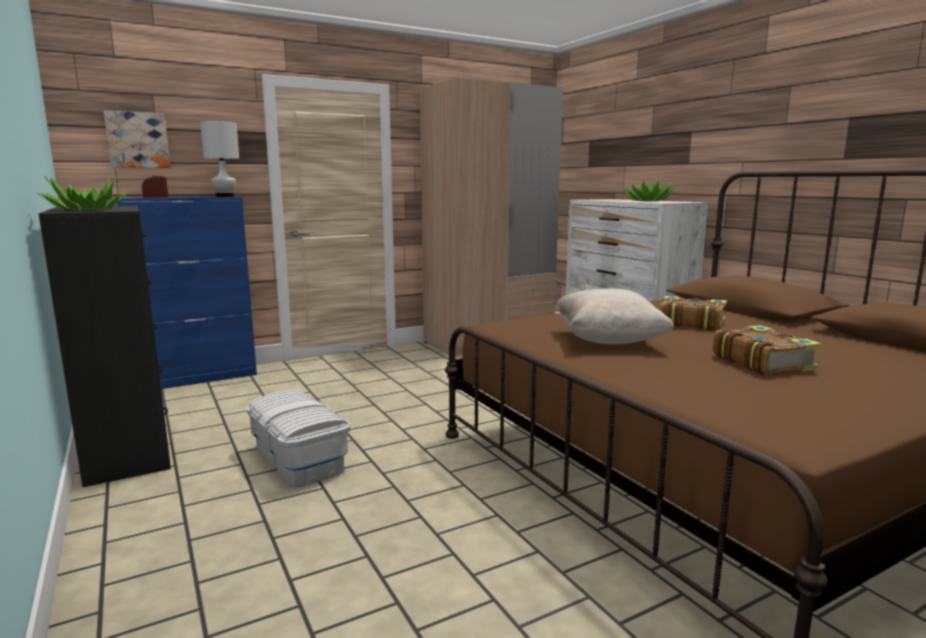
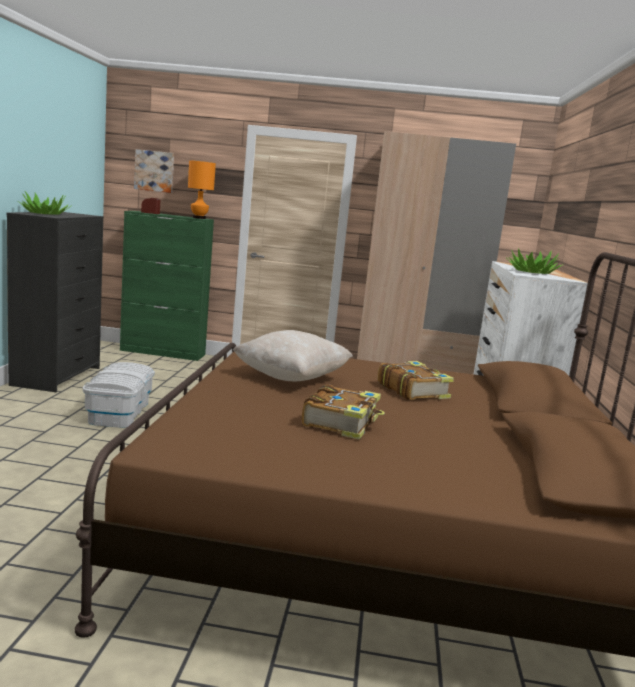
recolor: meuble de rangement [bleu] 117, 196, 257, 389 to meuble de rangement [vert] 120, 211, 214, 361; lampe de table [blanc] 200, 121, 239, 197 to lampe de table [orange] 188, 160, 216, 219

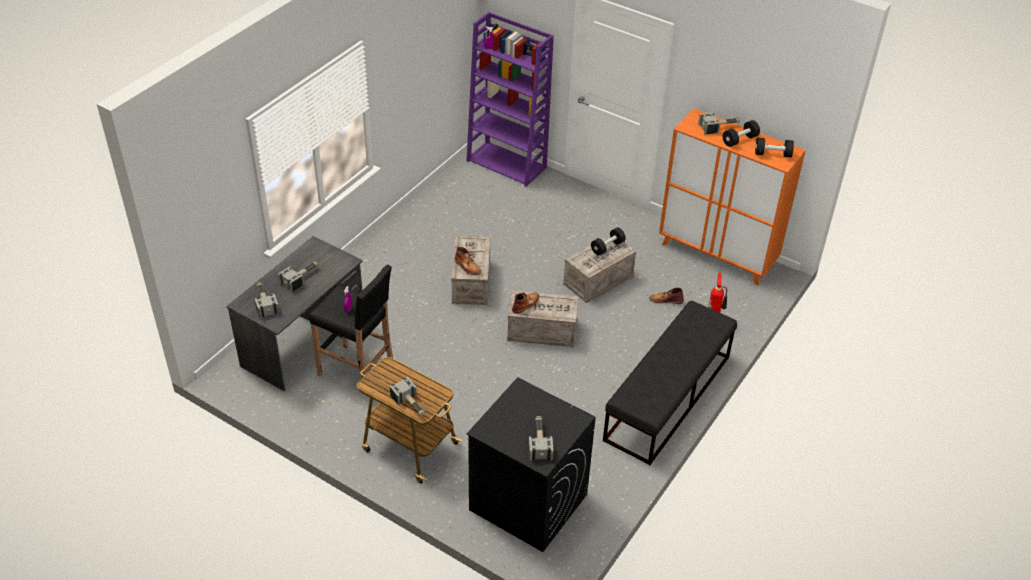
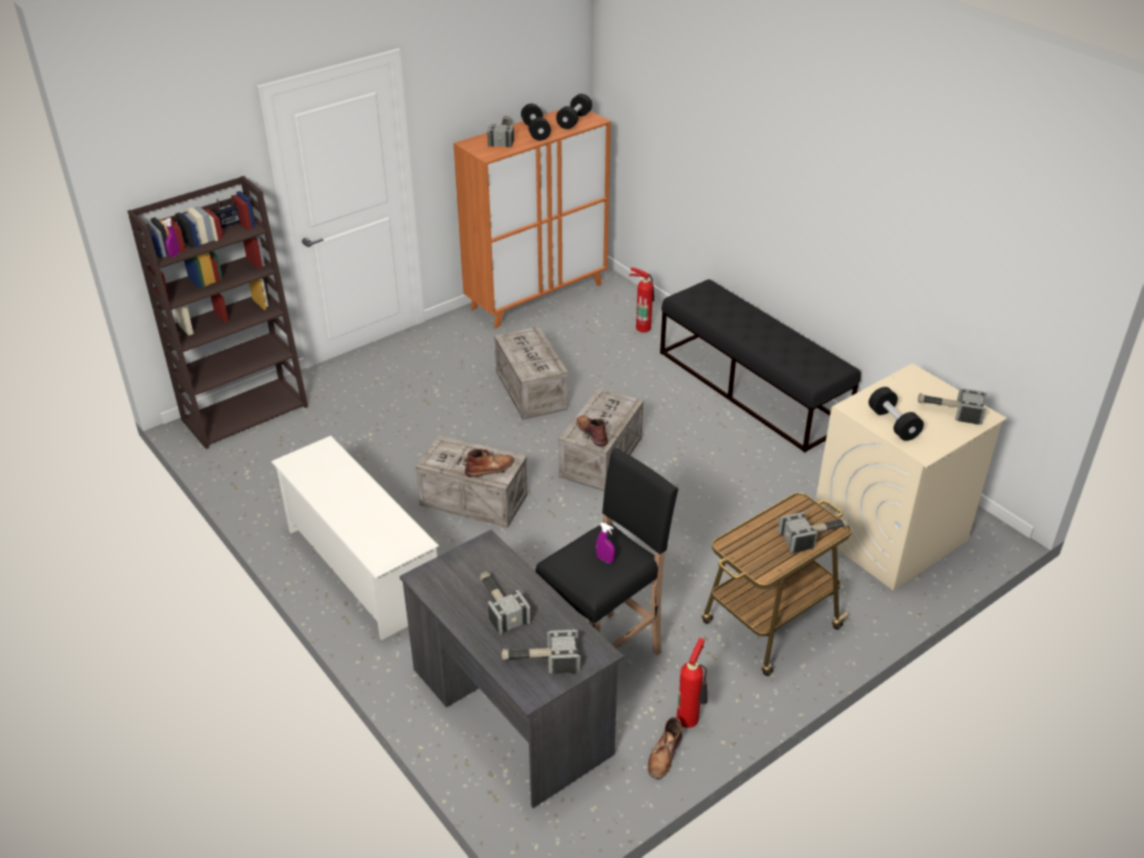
insert: étagère à chaussures [blanc] 271, 436, 439, 640; extincteur 677, 638, 708, 728
move: haltère [noir] 591, 227, 626, 255 to 869, 387, 924, 441; botte [marron] 649, 288, 684, 304 to 648, 717, 682, 779
recolor: bibliothèque [violet] 466, 12, 554, 187 to bibliothèque [marron] 127, 176, 308, 449; lave-linge [noir] 467, 377, 596, 552 to lave-linge [beige] 816, 363, 1007, 591

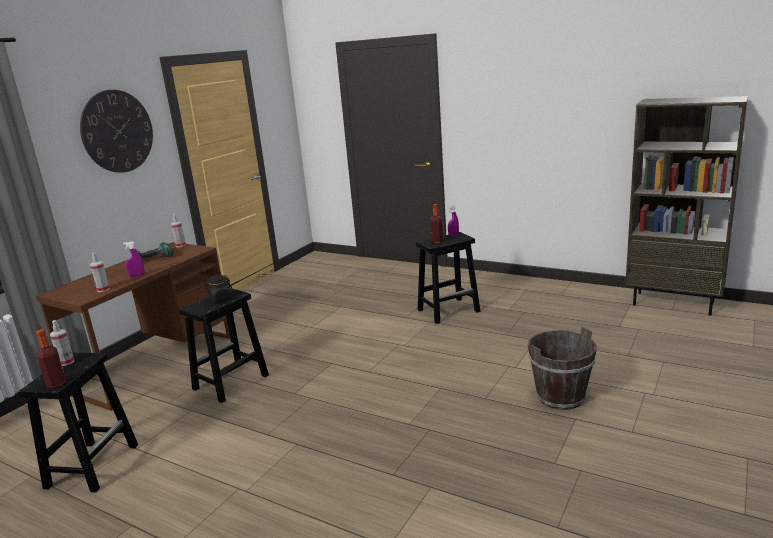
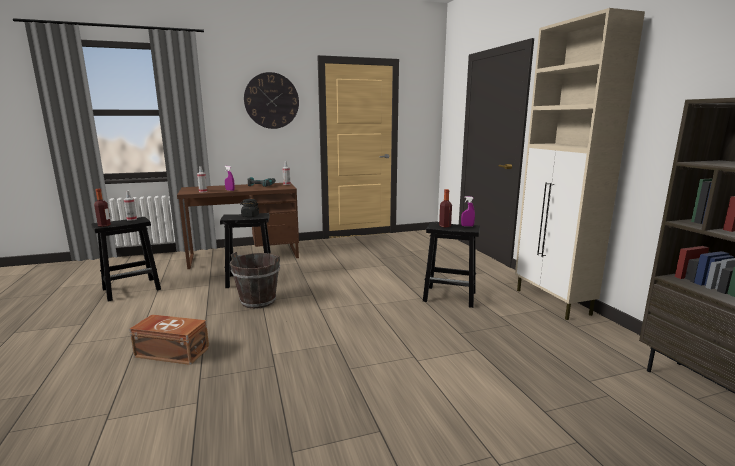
insert: boîte de rangement [marron] 129, 314, 209, 365; meuble de rangement [beige] 515, 8, 645, 320
move: seau [marron] 528, 327, 597, 410 to 230, 252, 280, 309

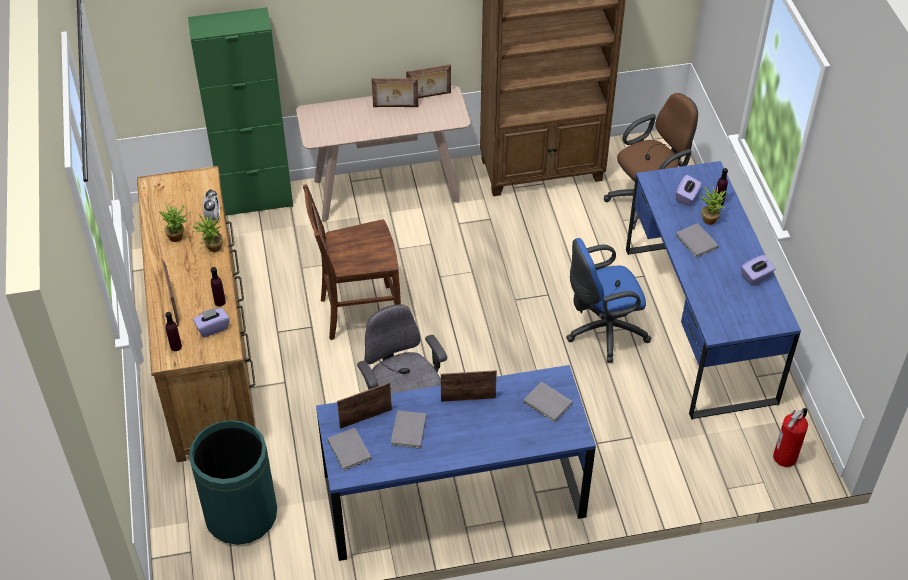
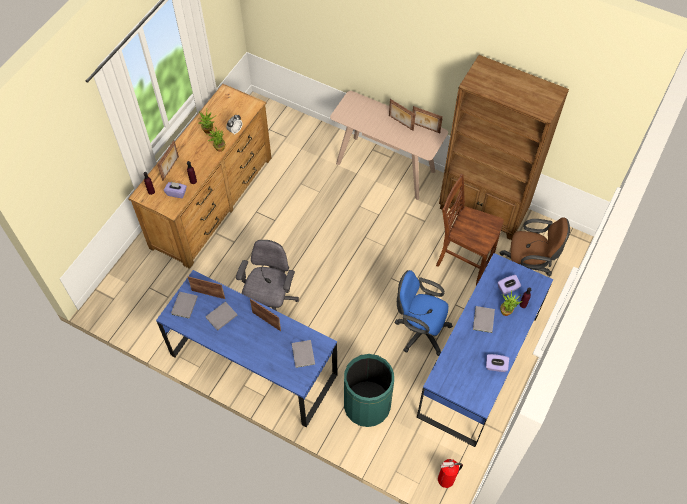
delete: meuble de rangement [vert] 188, 7, 293, 216
move: poubelle [vert] 189, 420, 277, 545 to 344, 354, 394, 427; chaise [marron] 303, 184, 401, 340 to 436, 174, 504, 286

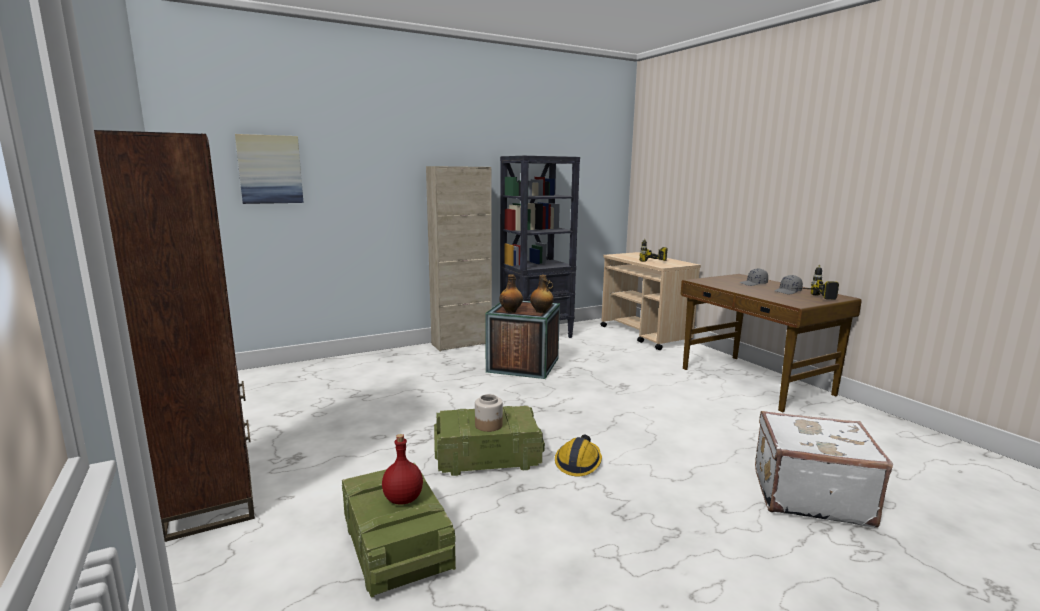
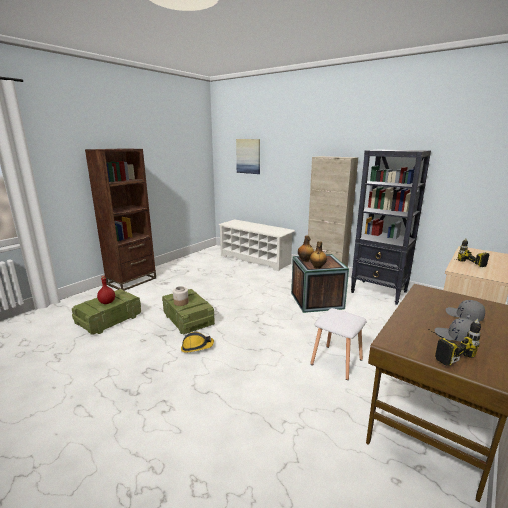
delete: valise [blanc] 755, 411, 893, 528
insert: étagère à chaussures [blanc] 219, 220, 295, 271; tabouret [blanc] 310, 308, 367, 380

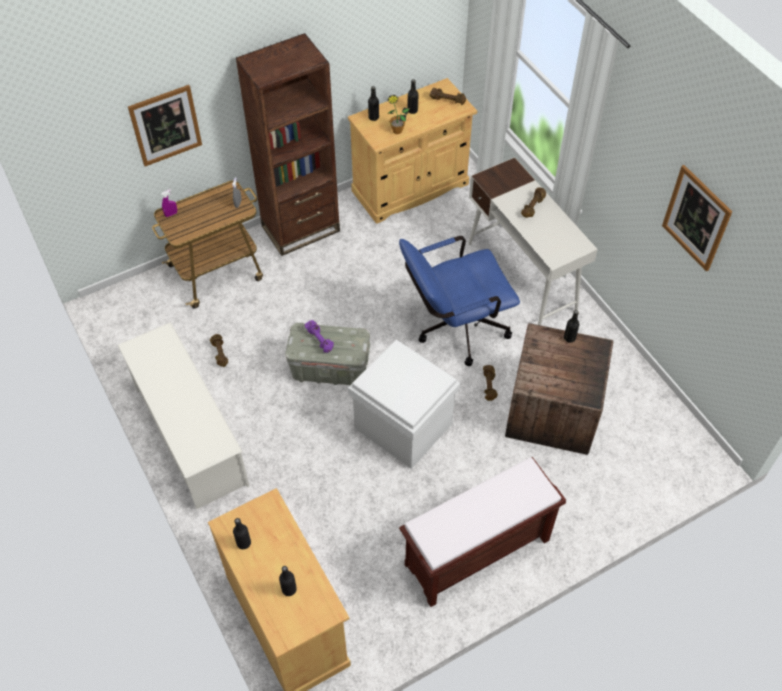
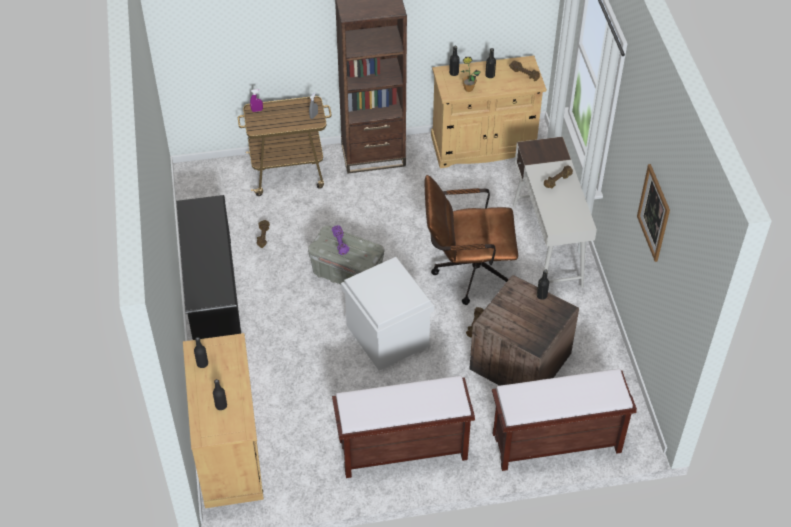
delete: tableau 128, 85, 202, 166
insert: banc [marron] 492, 369, 637, 471
recolor: étagère à chaussures [blanc] 118, 322, 249, 509 to étagère à chaussures [noir] 176, 195, 241, 340; chaise de bureau [bleu] 399, 236, 520, 366 to chaise de bureau [marron] 425, 175, 518, 305

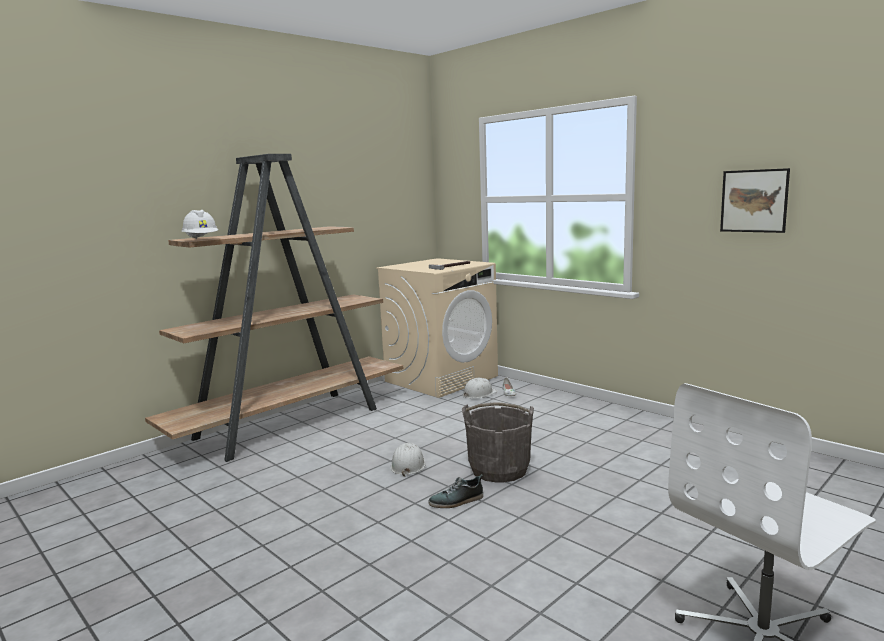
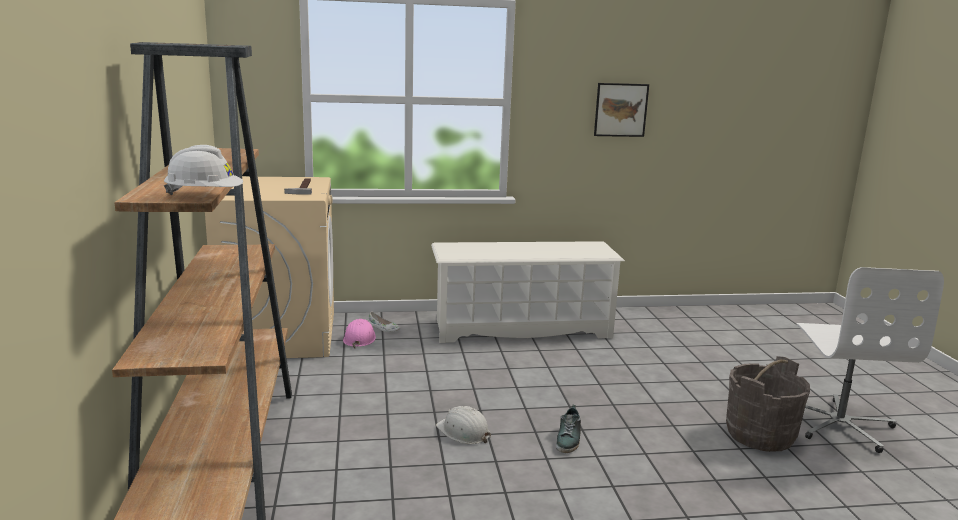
insert: étagère à chaussures [blanc] 431, 241, 625, 343
move: seau [gris] 462, 402, 534, 483 to 726, 356, 810, 452
recolor: casque de chantier [blanc] 463, 378, 498, 399 to casque de chantier [rose] 343, 319, 376, 348

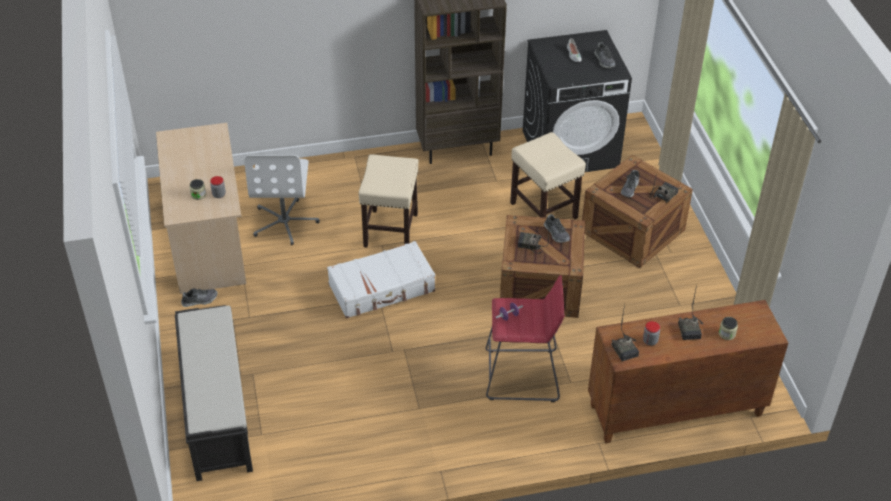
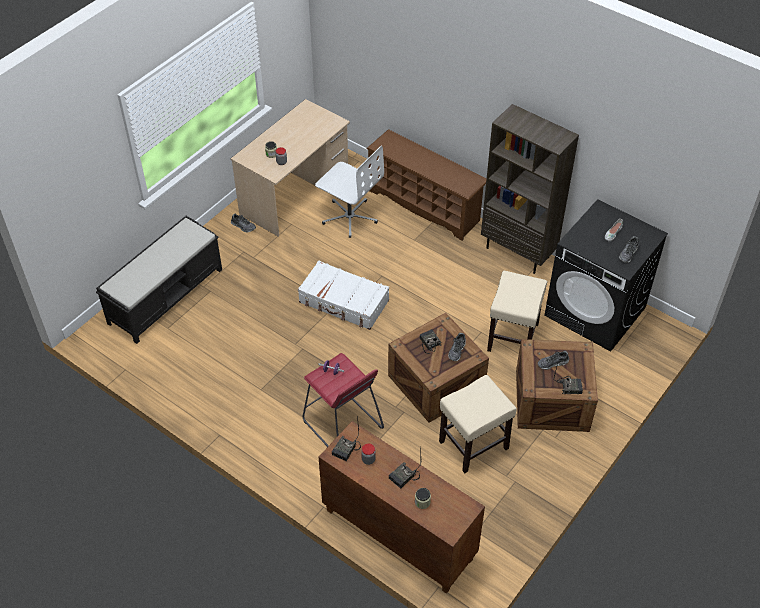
insert: étagère à chaussures [marron] 366, 129, 487, 241
move: tabouret [beige] 359, 154, 419, 247 to 439, 375, 517, 473
rotate: chaise de bureau [blanc] 244, 155, 320, 245 = 315, 146, 384, 238 105 degrees counterclockwise

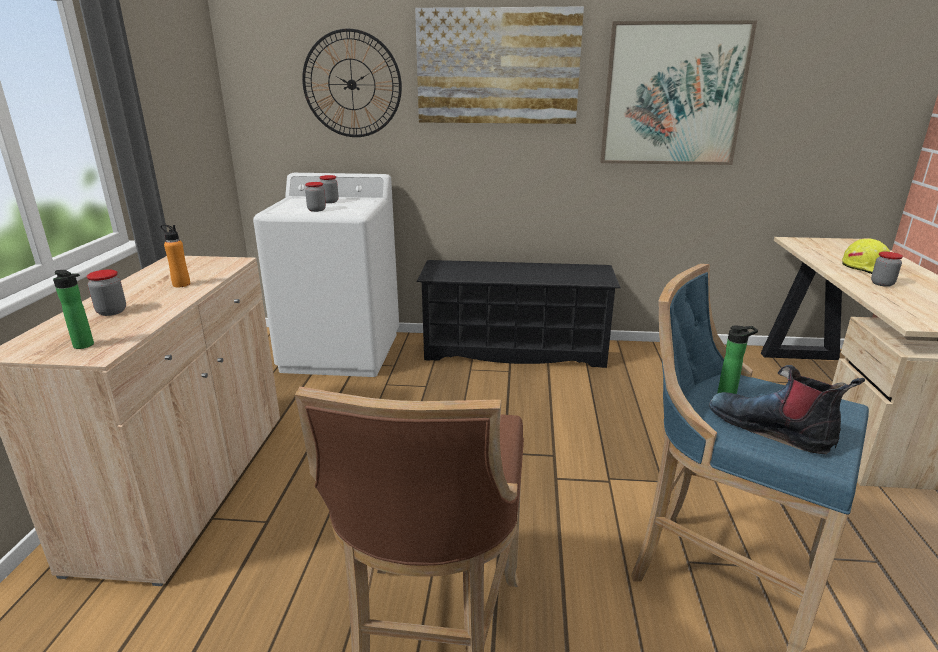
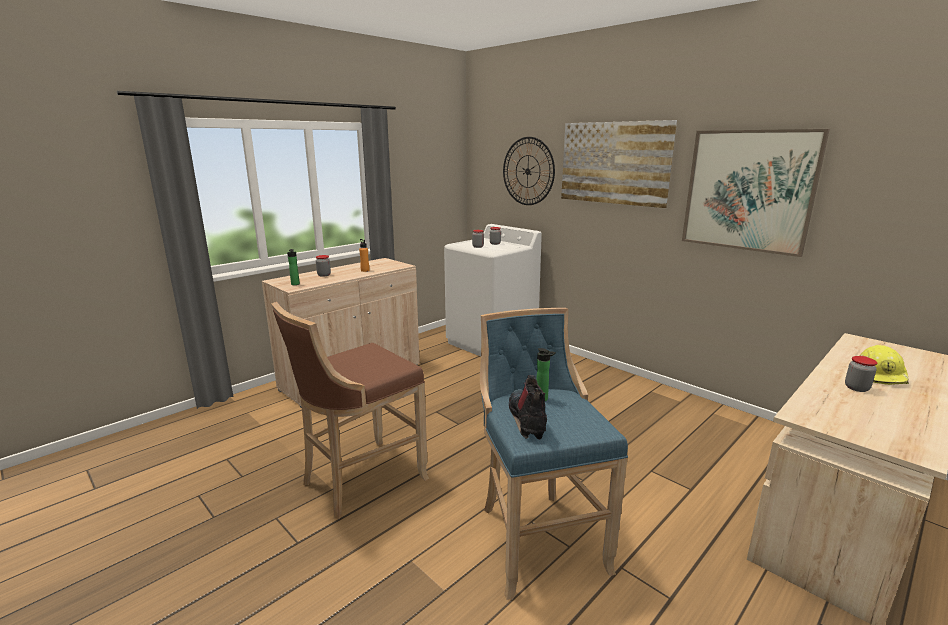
delete: étagère à chaussures [noir] 417, 260, 620, 368

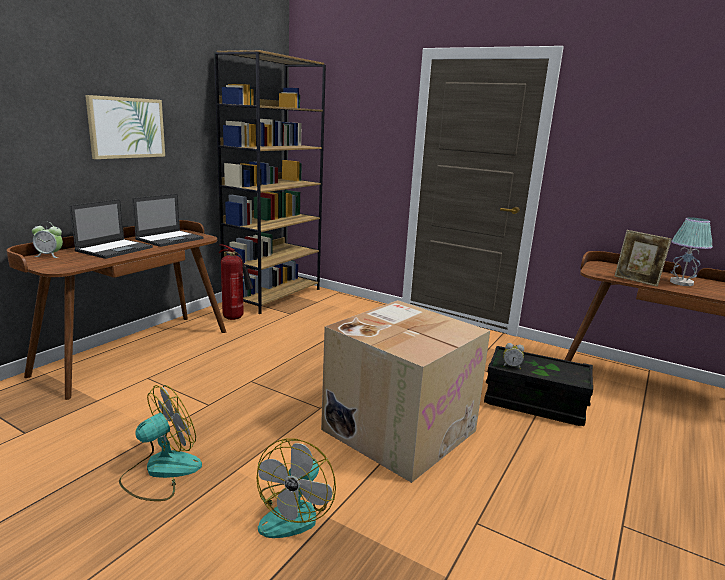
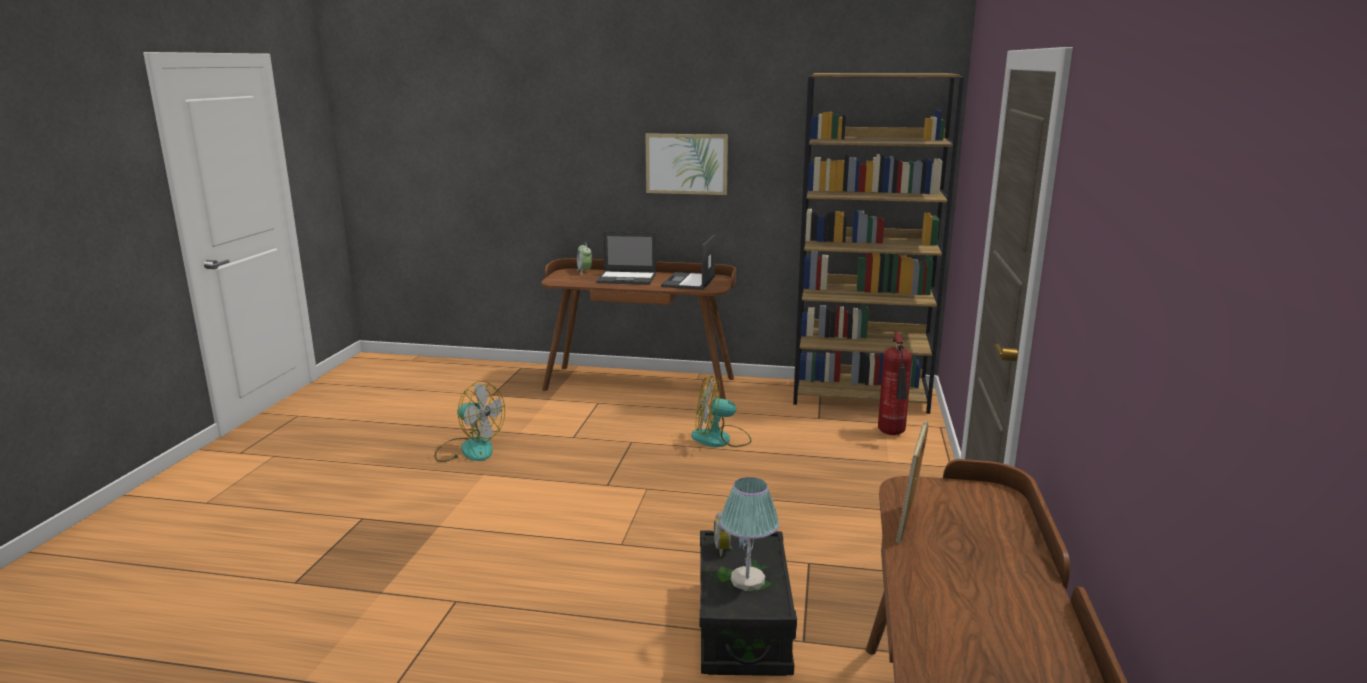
delete: carton 321, 300, 490, 483
move: extincteur 219, 244, 253, 320 to 878, 331, 912, 435; ventilateur 257, 438, 336, 538 to 691, 376, 751, 448; lampe de table 670, 217, 713, 286 to 720, 477, 779, 591
rotate: ordinateur portable 132, 194, 204, 247 = 661, 234, 715, 290 90 degrees clockwise

